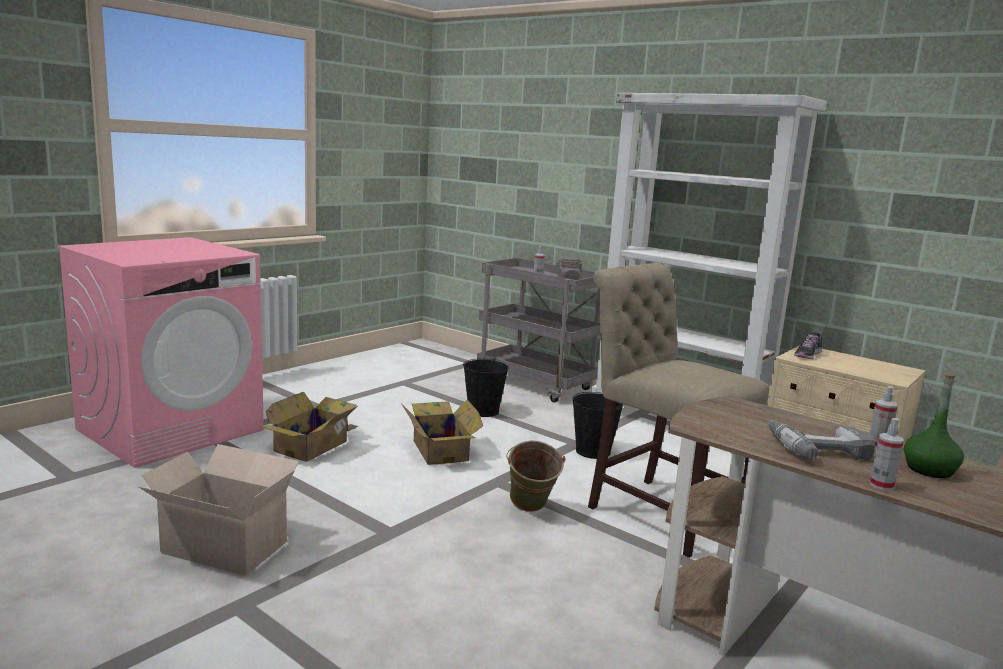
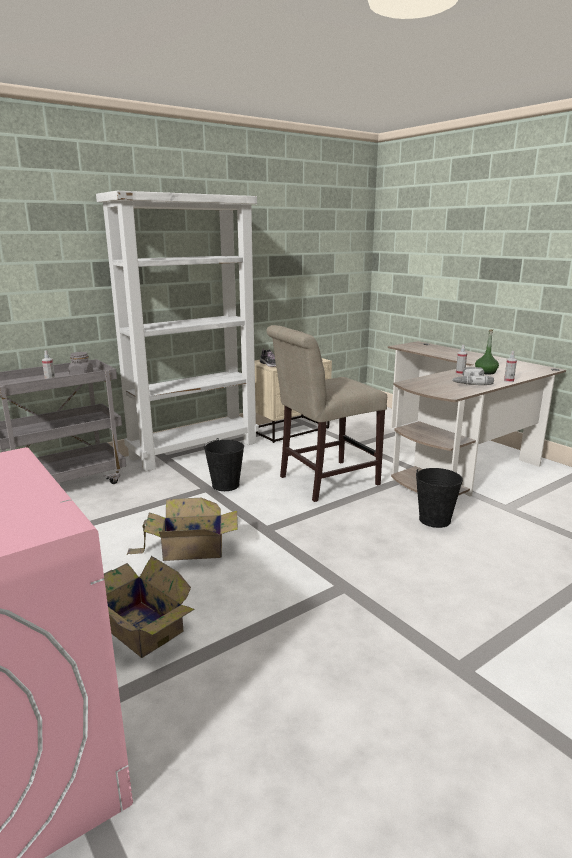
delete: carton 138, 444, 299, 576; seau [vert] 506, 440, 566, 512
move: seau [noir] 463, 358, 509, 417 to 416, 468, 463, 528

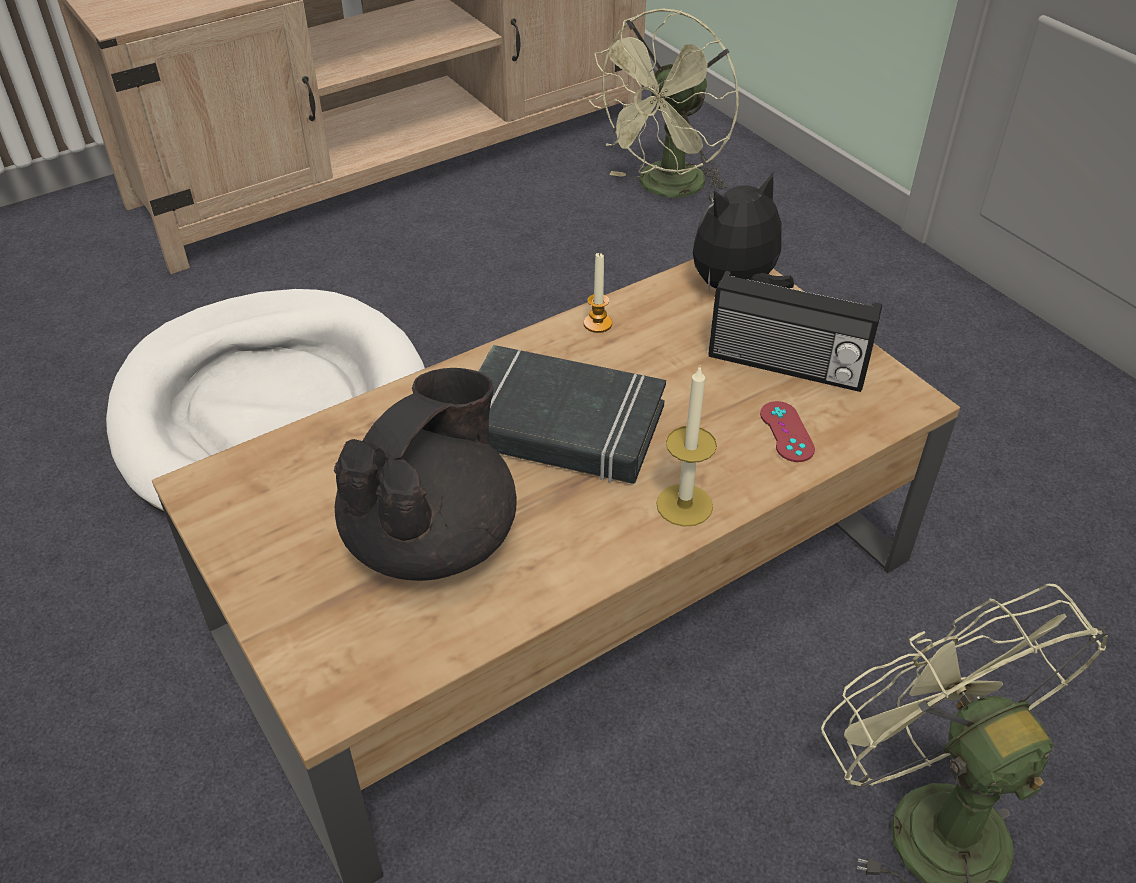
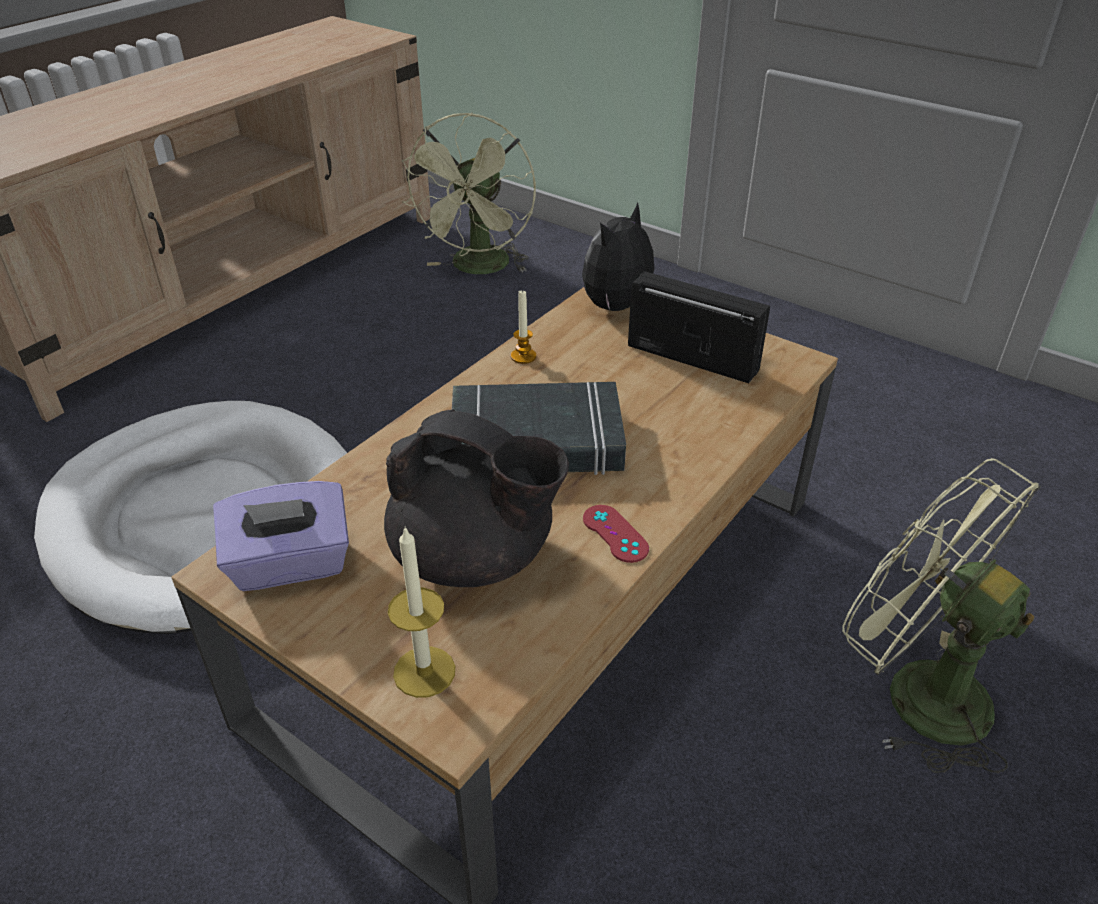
insert: boîte à mouchoirs [violet] 213, 481, 349, 591
move: bougie 656, 365, 717, 527 to 388, 526, 455, 698; manette [rouge] 760, 401, 815, 462 to 583, 505, 649, 563
rotate: théière [noir] 334, 368, 517, 581 = 384, 409, 569, 587 105 degrees clockwise; radio 708, 271, 882, 392 = 628, 271, 770, 383 150 degrees counterclockwise

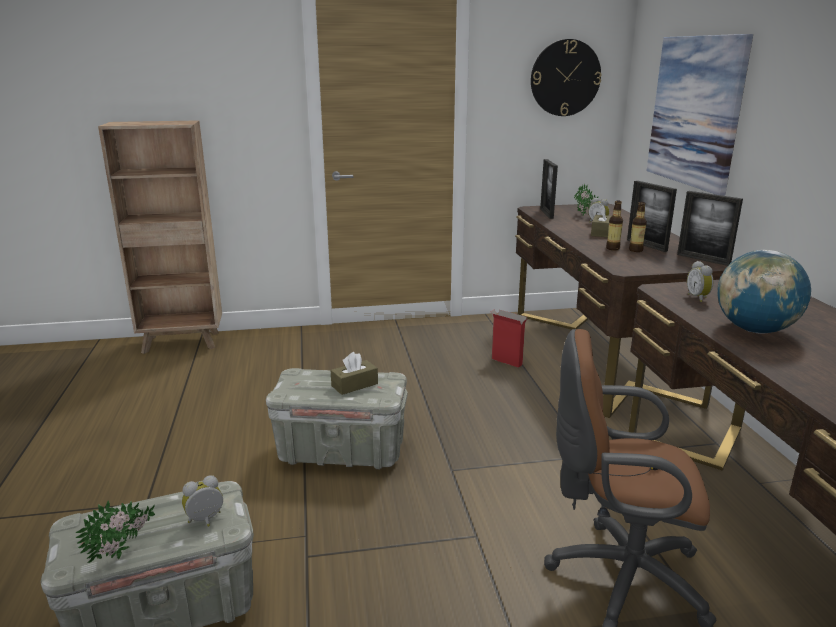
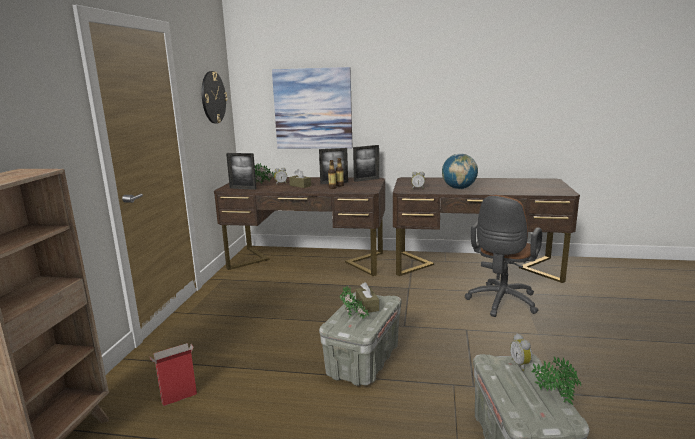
insert: plante en pot 340, 286, 369, 319
move: carton 491, 310, 528, 368 to 149, 343, 197, 406

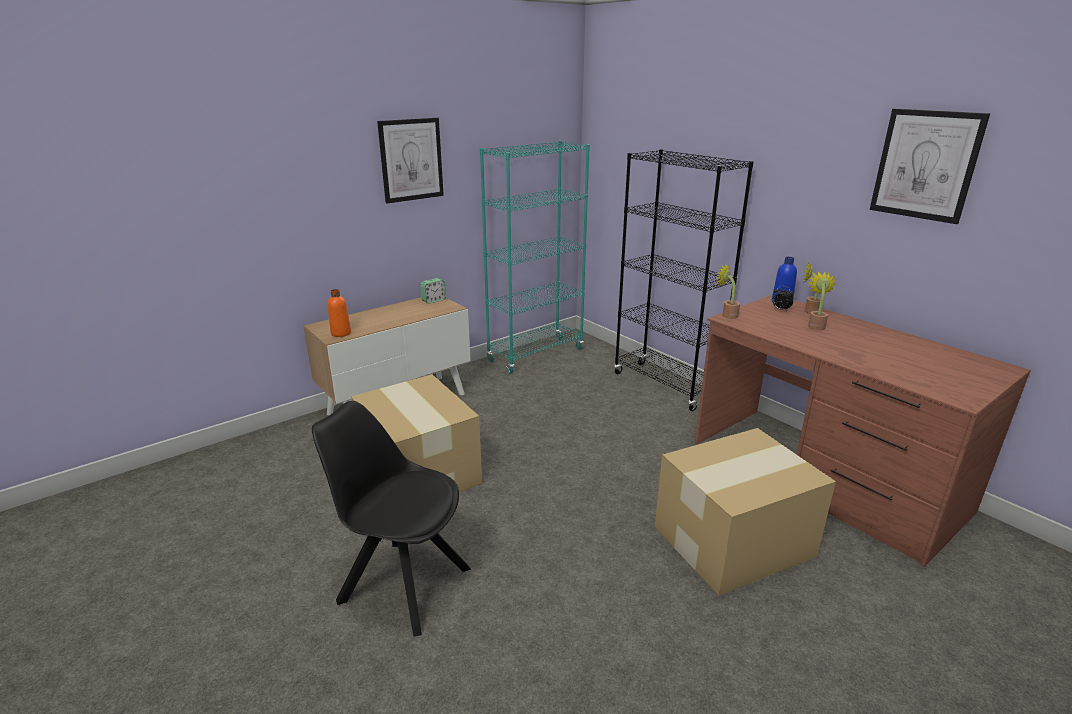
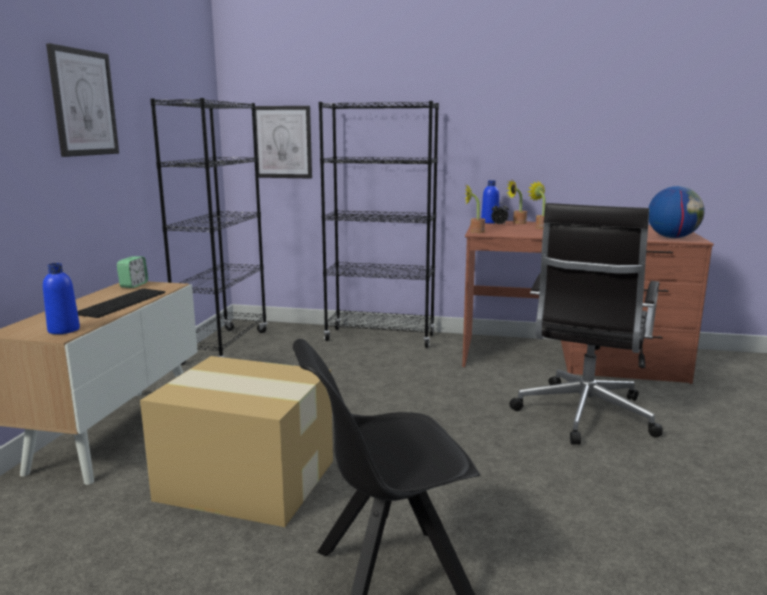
insert: clavier 77, 288, 165, 318; globe 648, 186, 705, 238
move: tableau 870, 108, 990, 224 to 255, 106, 312, 179
replace: carton 655, 428, 836, 596 to chaise de bureau [noir] 509, 203, 663, 445
recolor: bouteille [orange] 328, 289, 351, 337 to bouteille [bleu] 43, 263, 80, 334; bibliothèque [turquoise] 480, 141, 590, 374 to bibliothèque [noir] 150, 98, 268, 365

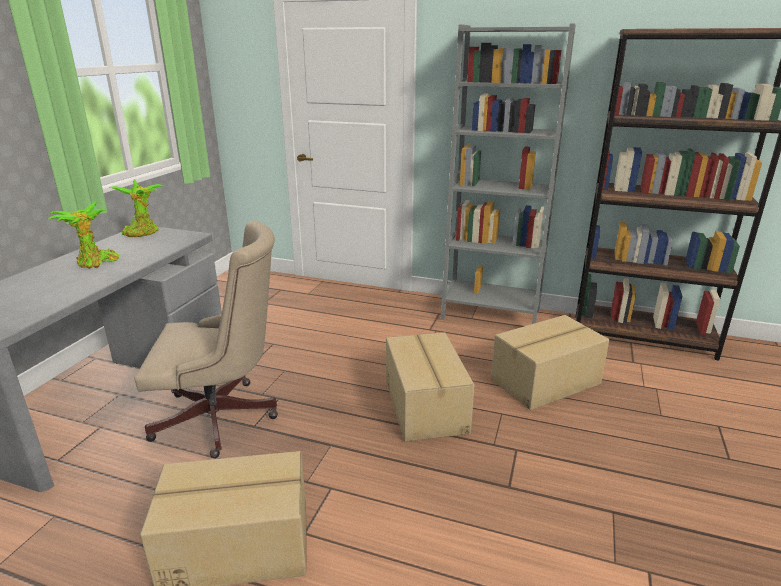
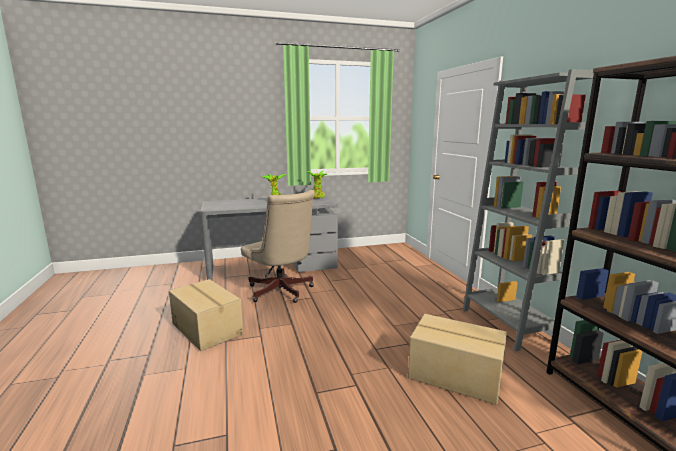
delete: carton 386, 332, 475, 442

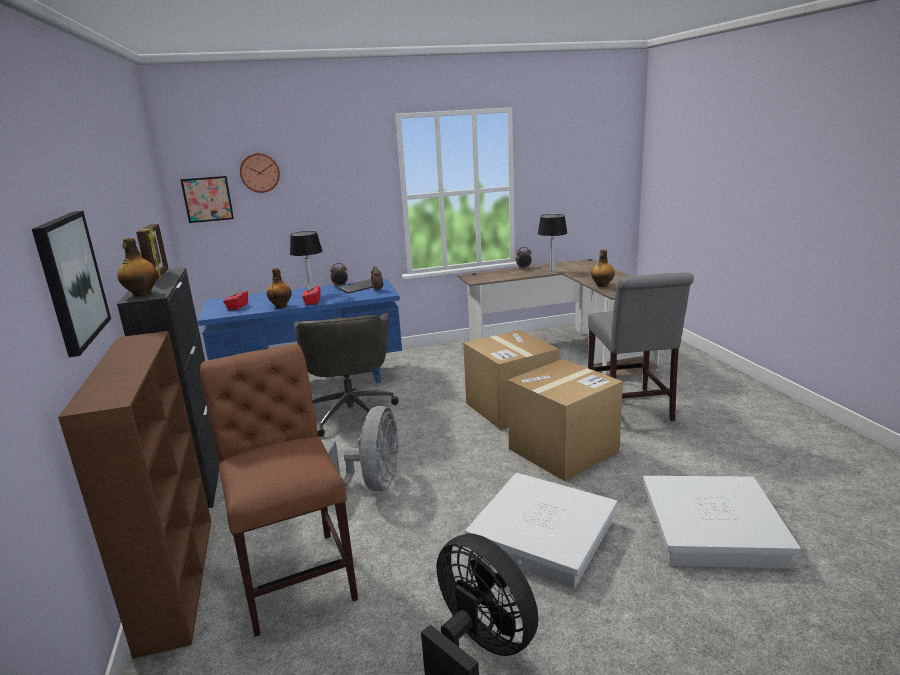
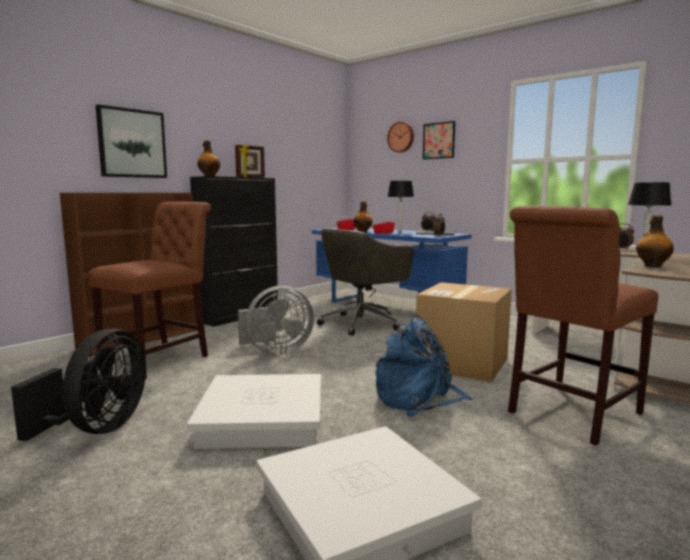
move: tableau 180, 176, 234, 223 to 423, 121, 455, 159
replace: carton 507, 359, 623, 481 to sac à dos [bleu] 375, 315, 473, 417
recolor: chaise [gris] 588, 272, 694, 421 to chaise [marron] 508, 206, 658, 445

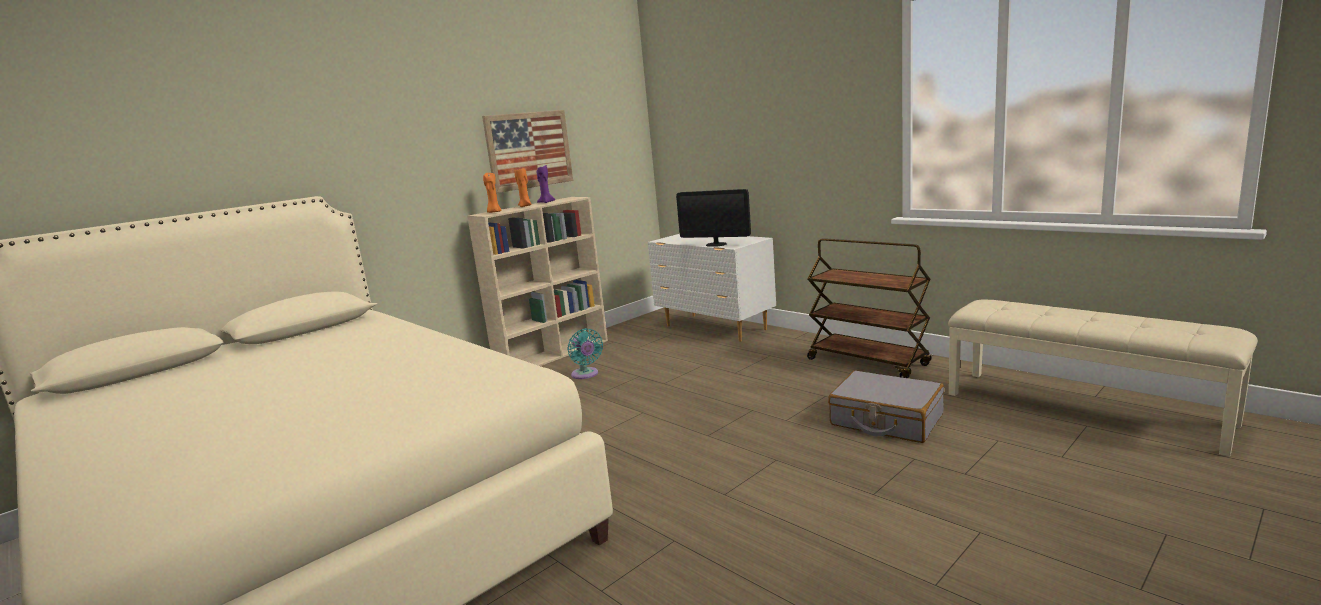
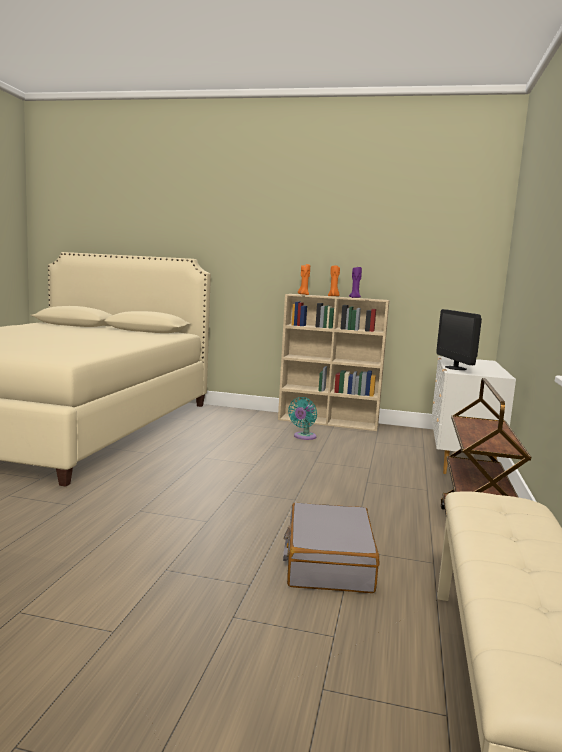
delete: tableau 482, 110, 573, 193

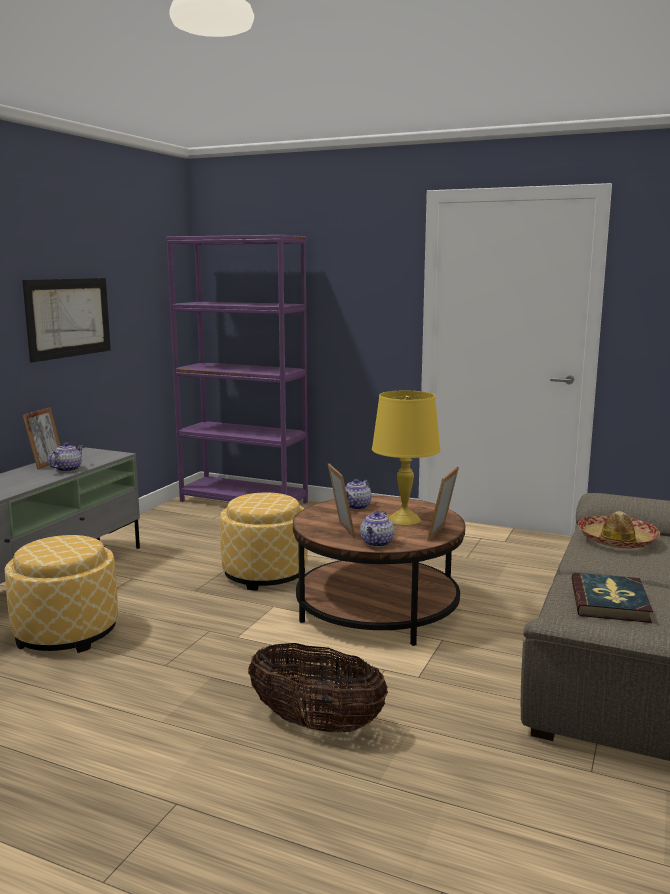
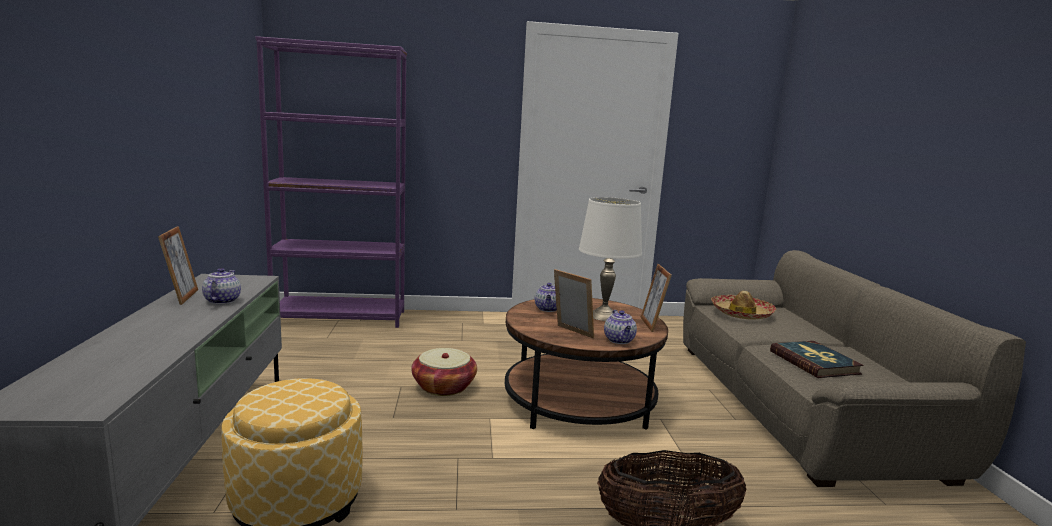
delete: tableau 22, 278, 111, 363
replace: pouf 220, 493, 308, 591 to panier 411, 348, 477, 396
recolor: lampe de table [jaune] 372, 391, 441, 525 to lampe de table [blanc] 579, 197, 642, 321

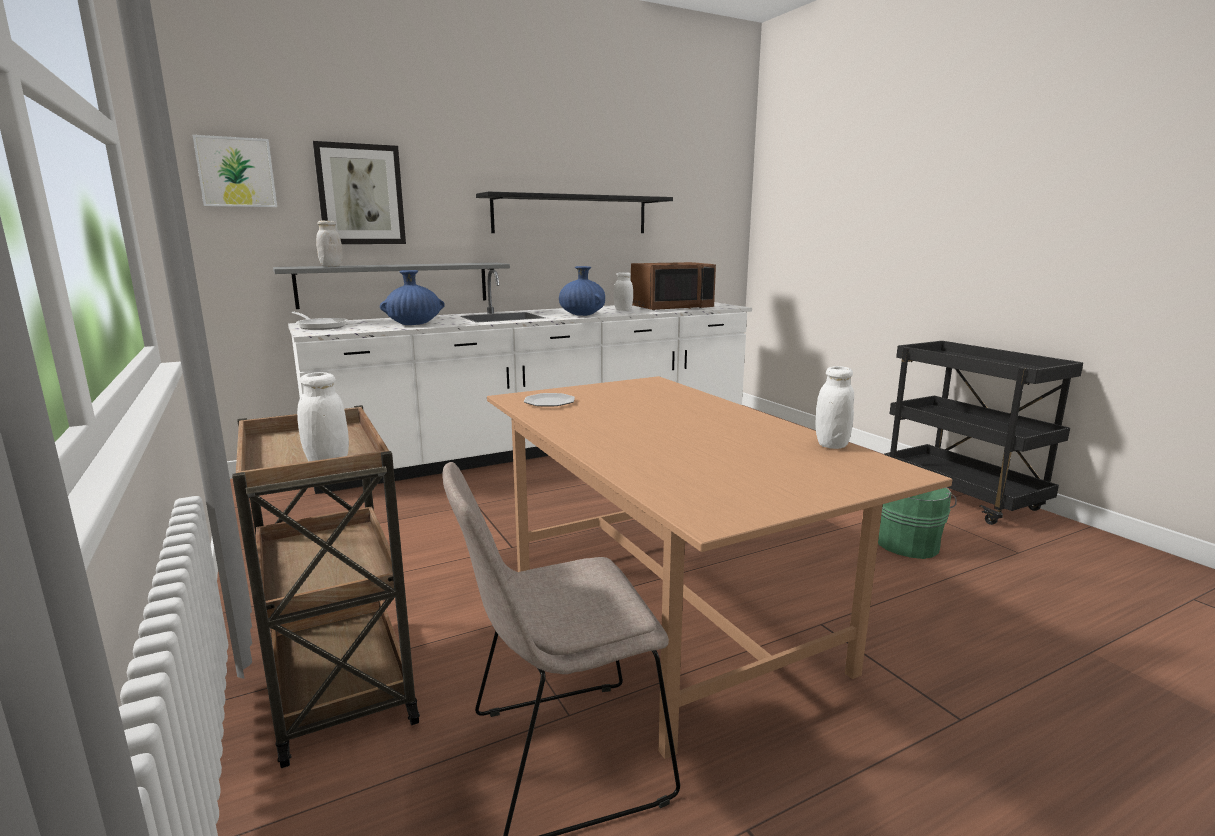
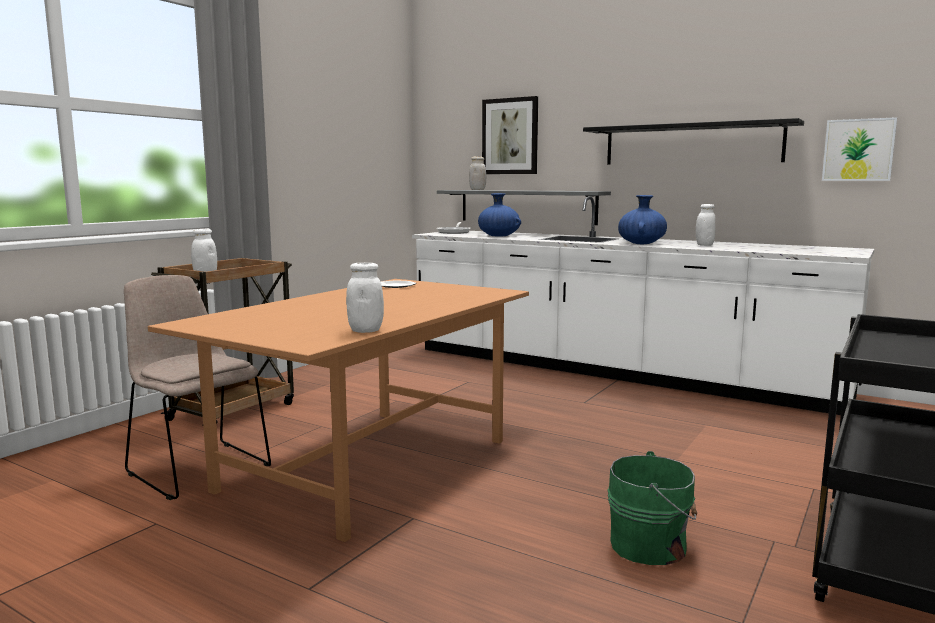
delete: micro-ondes [marron] 631, 262, 716, 311
move: tableau 193, 135, 277, 207 to 822, 117, 897, 181

